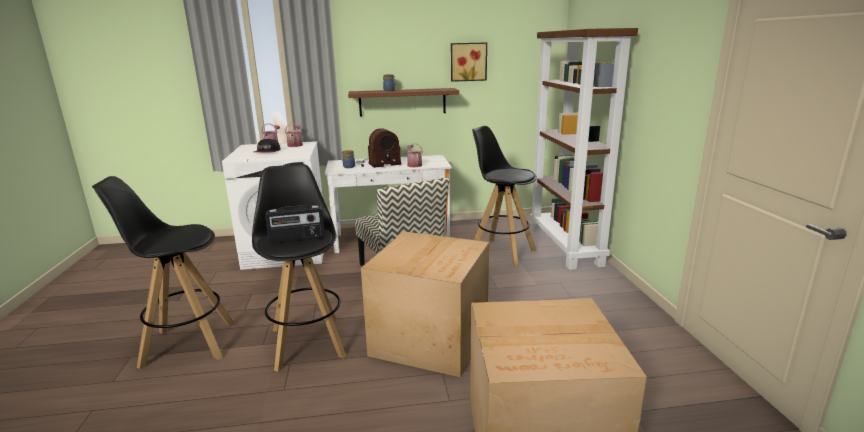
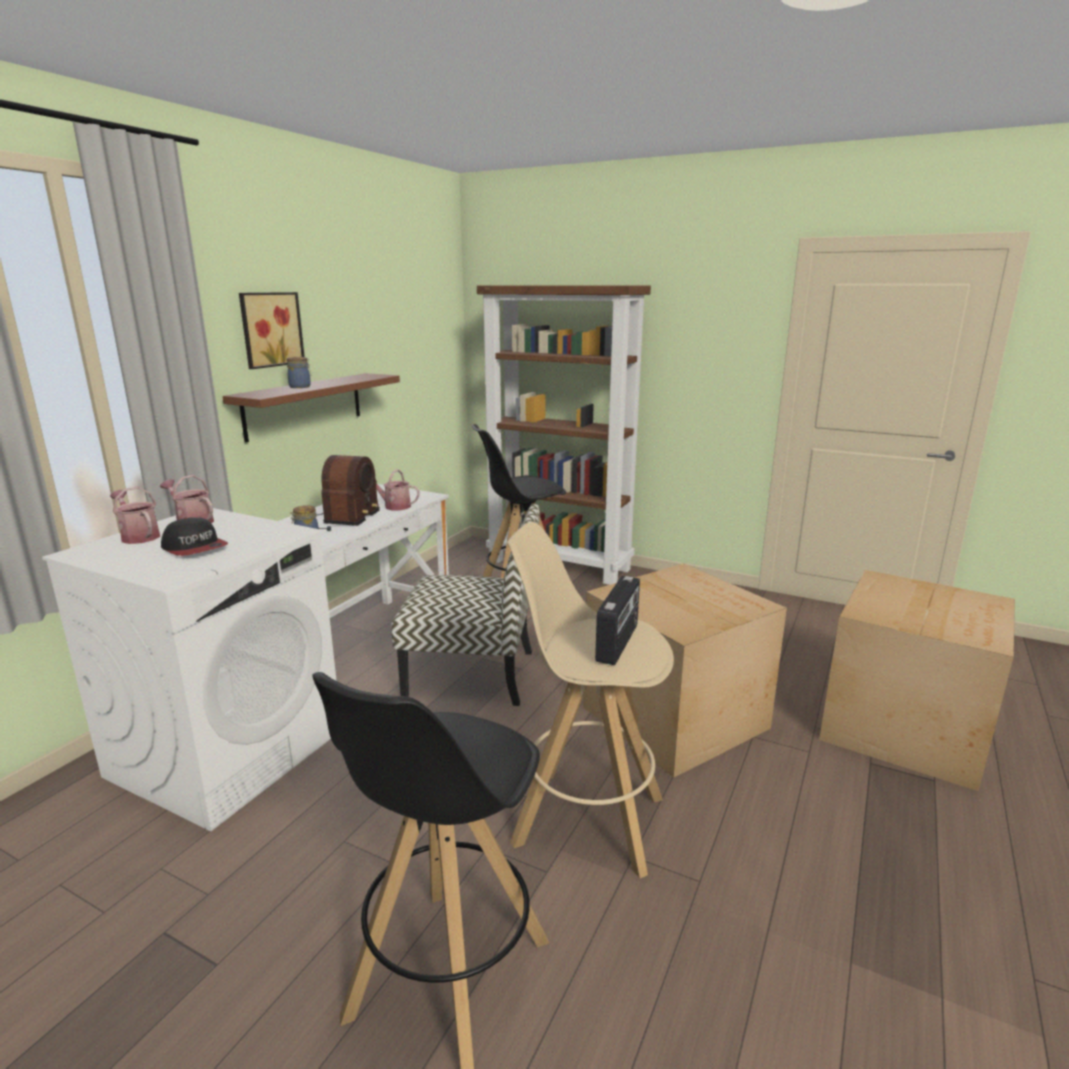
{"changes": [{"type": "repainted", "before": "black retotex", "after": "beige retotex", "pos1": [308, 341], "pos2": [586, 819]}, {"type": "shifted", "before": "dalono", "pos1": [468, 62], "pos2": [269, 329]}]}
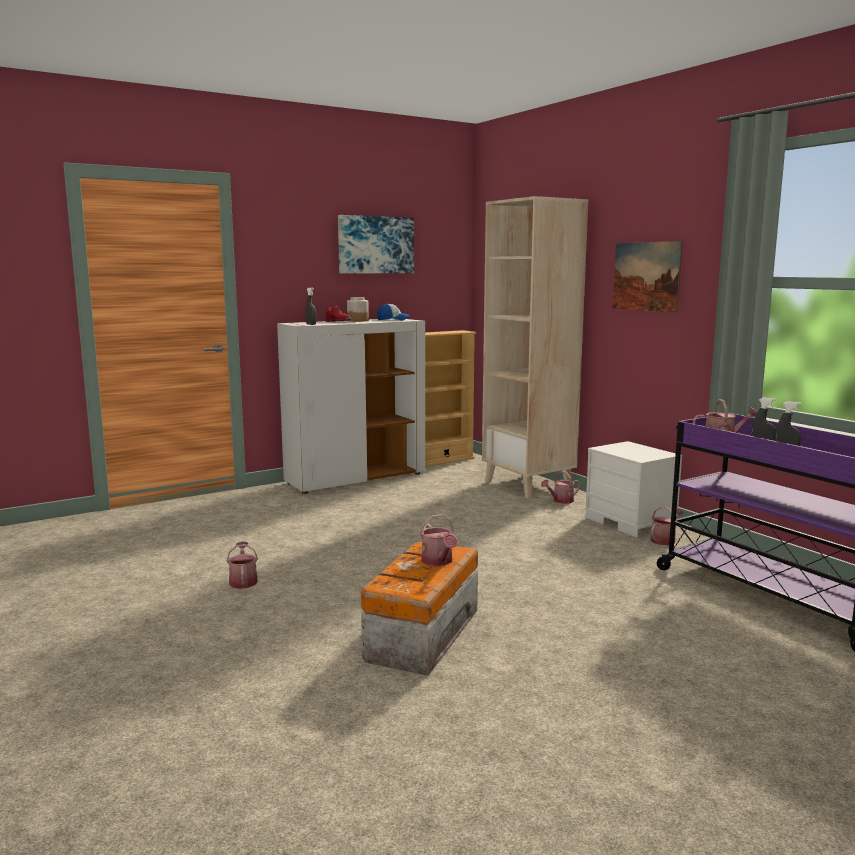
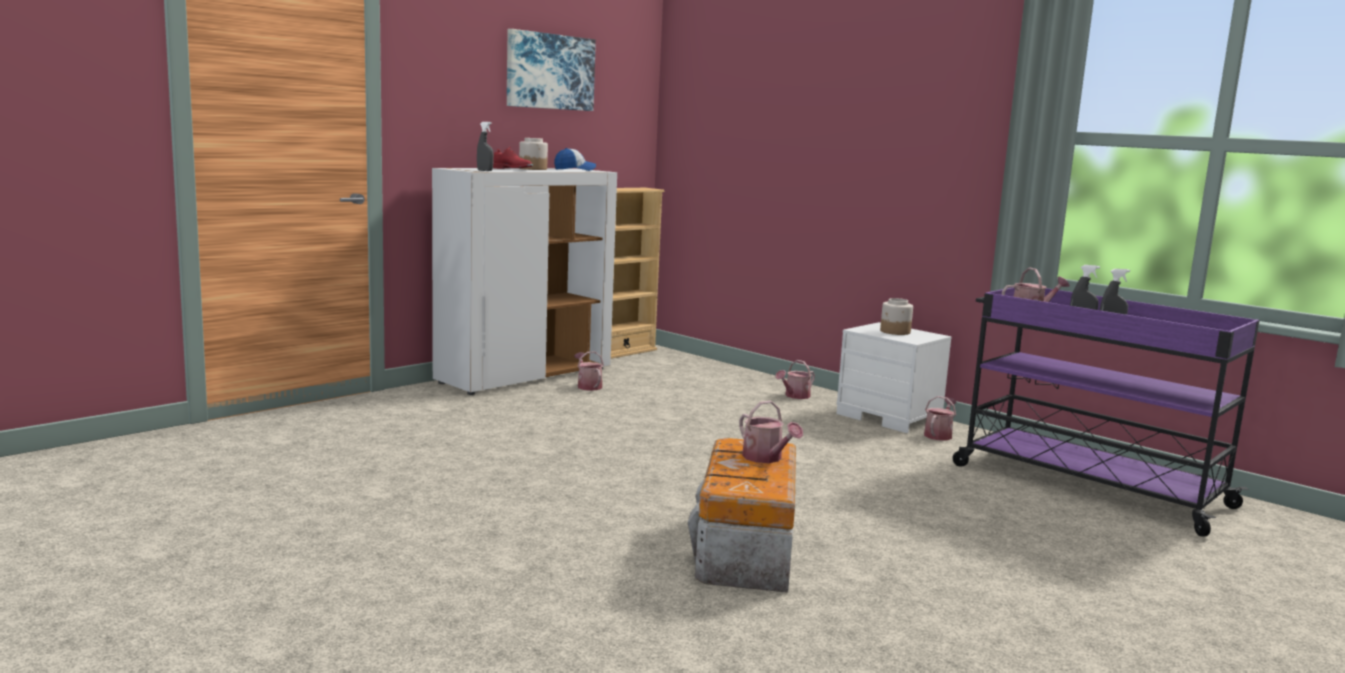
{"changes": [{"type": "shifted", "before": "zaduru", "pos1": [243, 581], "pos2": [588, 386]}, {"type": "gone", "before": "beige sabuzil", "pos1": [528, 485]}, {"type": "gone", "before": "dalono", "pos1": [646, 276]}, {"type": "new", "after": "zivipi", "pos2": [895, 332]}]}
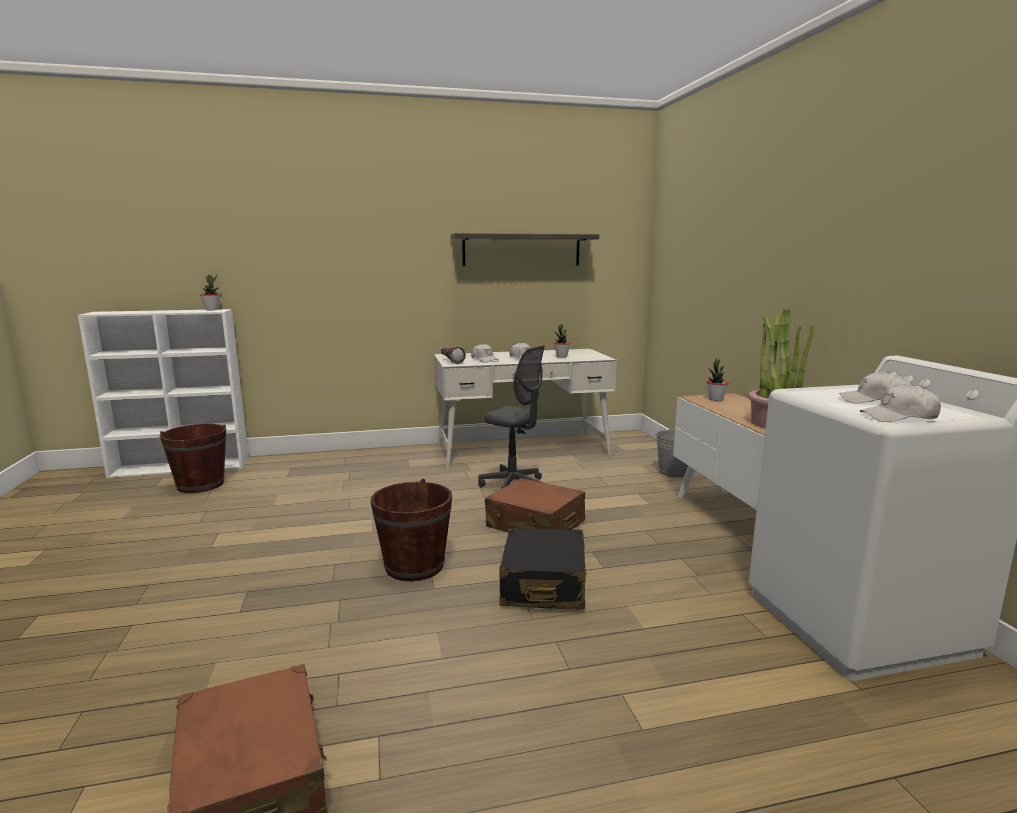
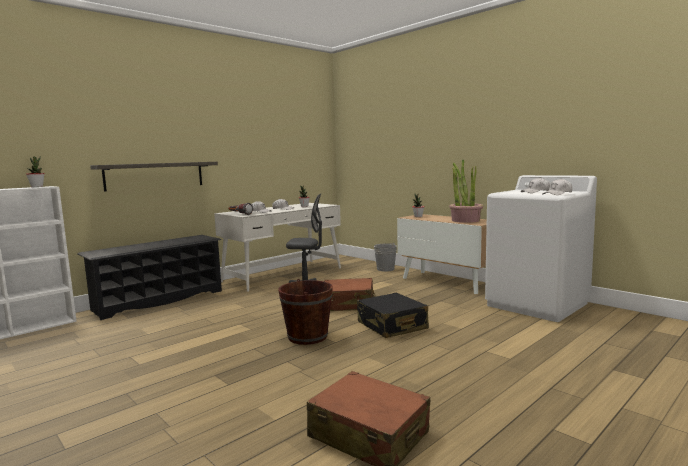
{"changes": [{"type": "gone", "before": "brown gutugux", "pos1": [200, 485]}, {"type": "shifted", "before": "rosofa", "pos1": [521, 250], "pos2": [155, 175]}, {"type": "new", "after": "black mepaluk", "pos2": [158, 300]}]}
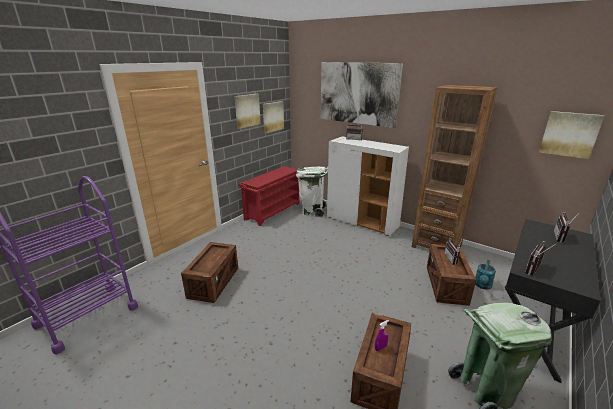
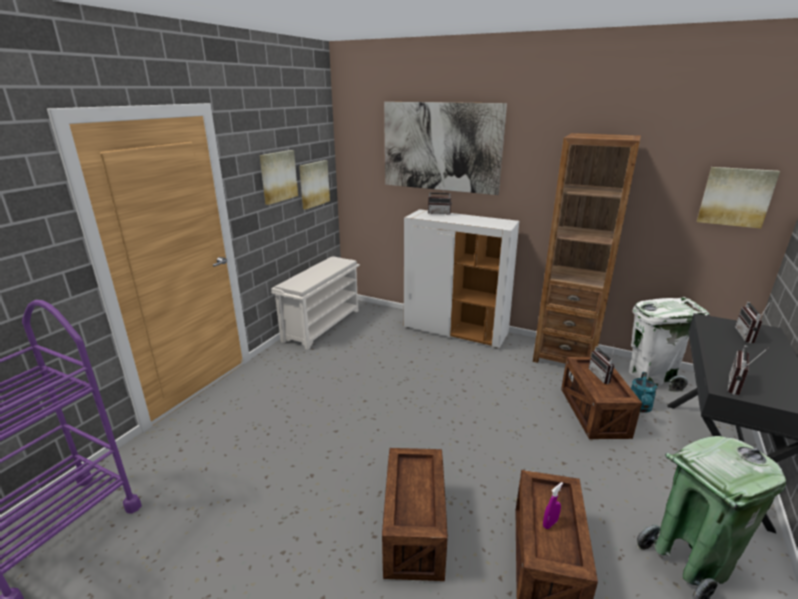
{"changes": [{"type": "shifted", "before": "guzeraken", "pos1": [213, 282], "pos2": [414, 529]}, {"type": "repainted", "before": "red mepaluk", "after": "white mepaluk", "pos1": [273, 211], "pos2": [322, 325]}, {"type": "shifted", "before": "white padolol", "pos1": [312, 211], "pos2": [651, 379]}]}
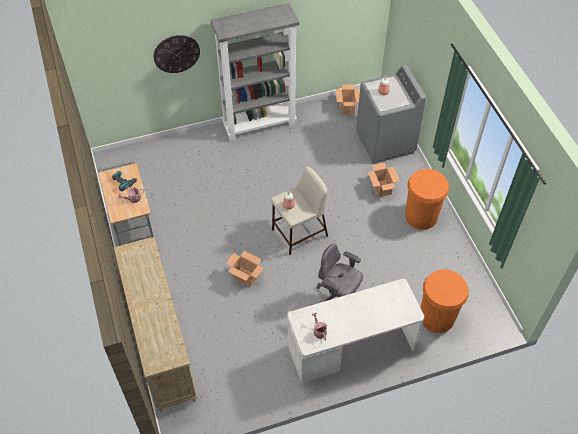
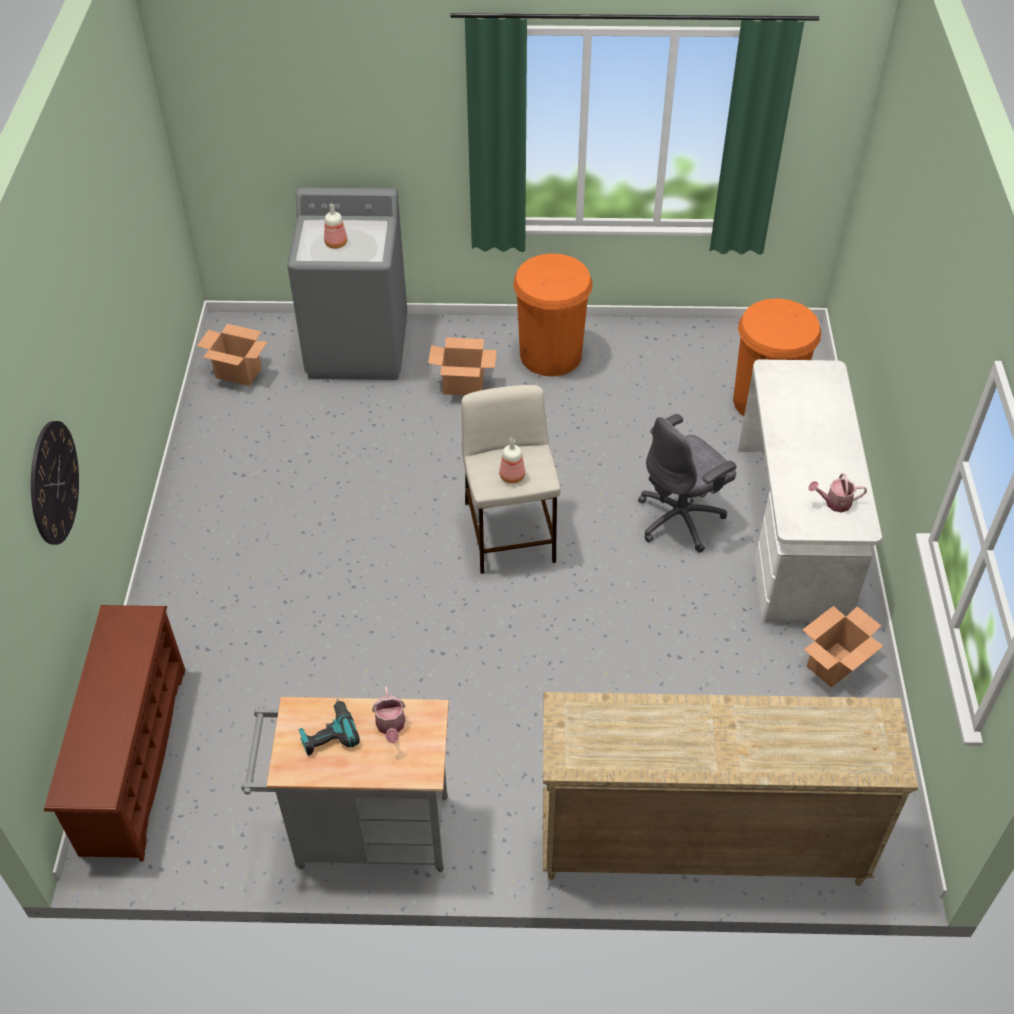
{"changes": [{"type": "gone", "before": "grey sabuzil", "pos1": [260, 124]}, {"type": "shifted", "before": "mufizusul", "pos1": [245, 276], "pos2": [833, 665]}, {"type": "new", "after": "brown mepaluk", "pos2": [132, 759]}]}
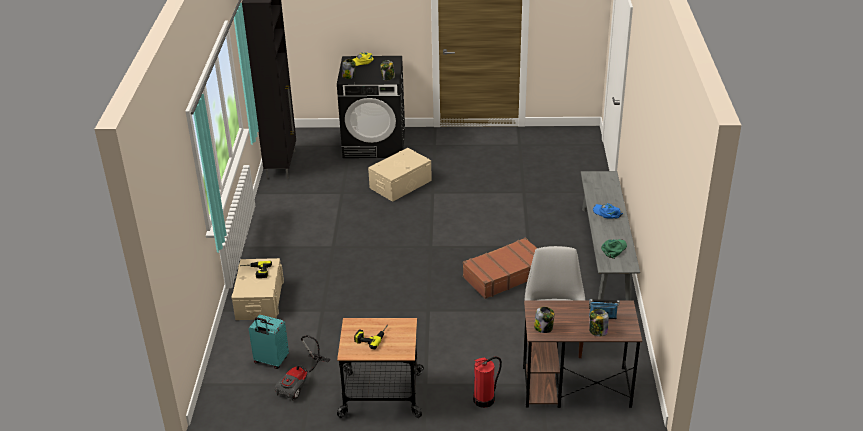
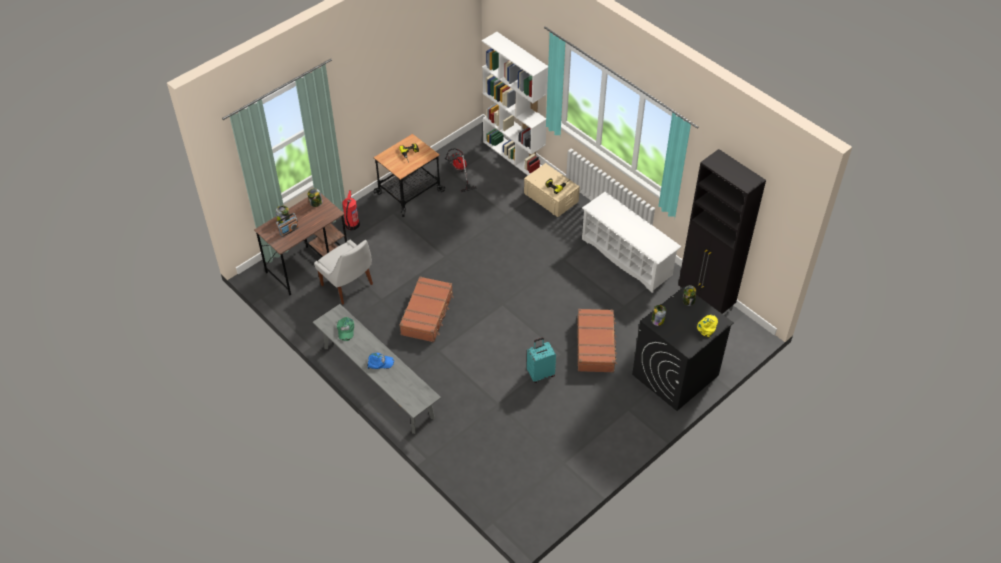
{"changes": [{"type": "shifted", "before": "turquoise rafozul", "pos1": [271, 361], "pos2": [540, 373]}, {"type": "swapped", "before": "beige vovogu", "after": "brown rafozul", "pos1": [400, 184], "pos2": [596, 345]}, {"type": "new", "after": "white sabuzil", "pos2": [514, 155]}, {"type": "new", "after": "white mepaluk", "pos2": [627, 257]}]}
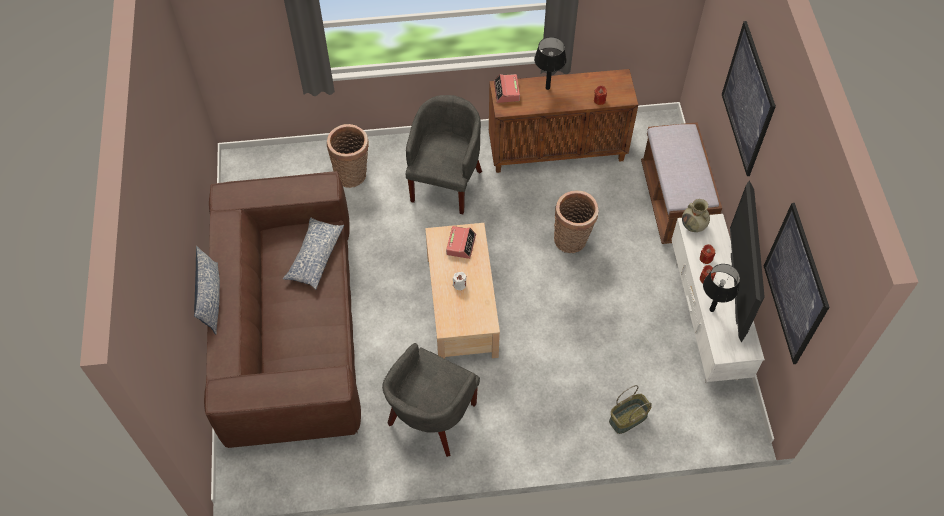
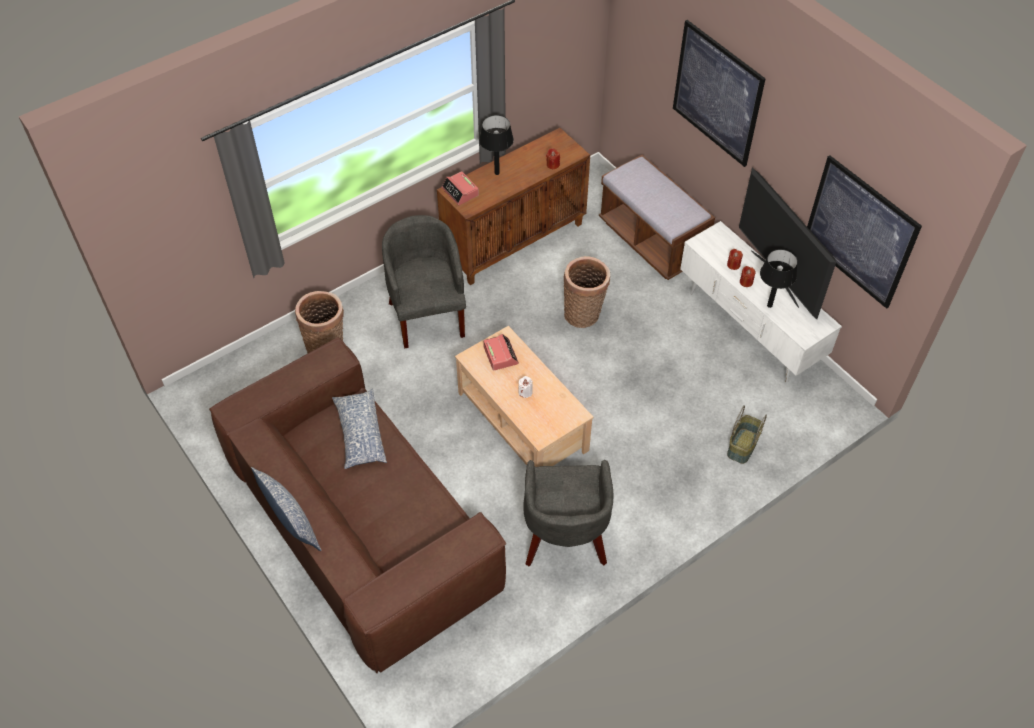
{"changes": [{"type": "gone", "before": "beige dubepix", "pos1": [693, 226]}]}
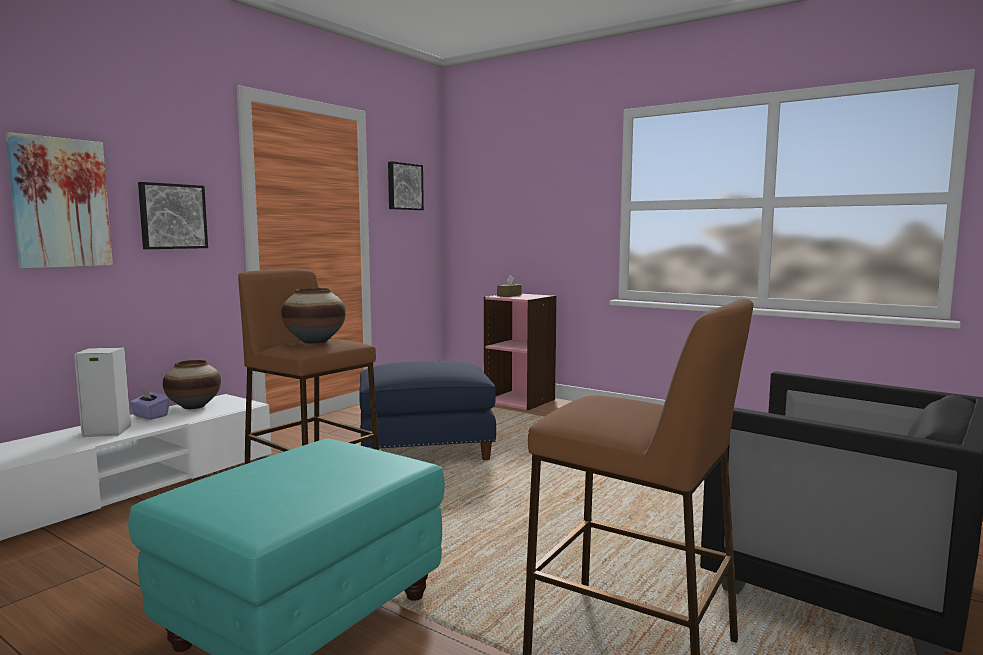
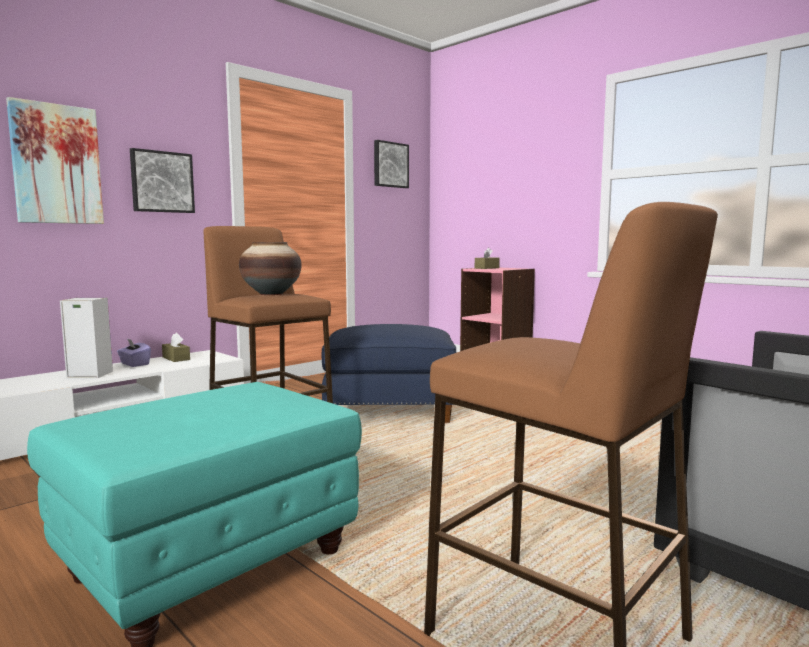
{"changes": [{"type": "swapped", "before": "dubepix", "after": "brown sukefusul", "pos1": [193, 406], "pos2": [176, 358]}]}
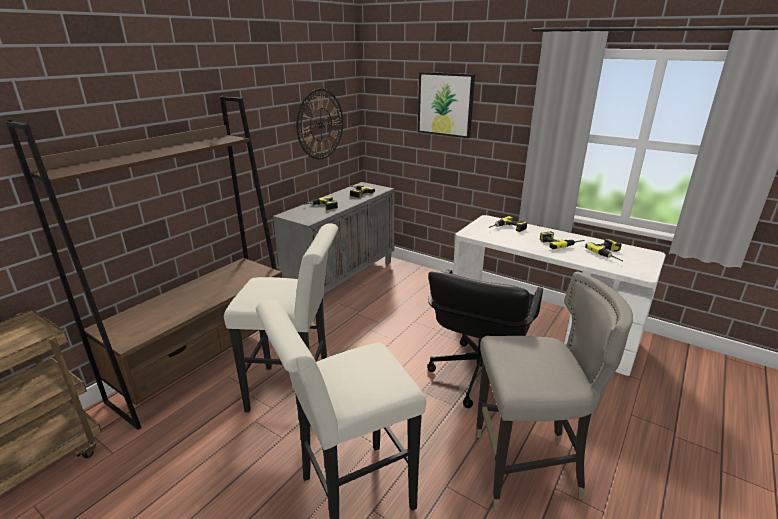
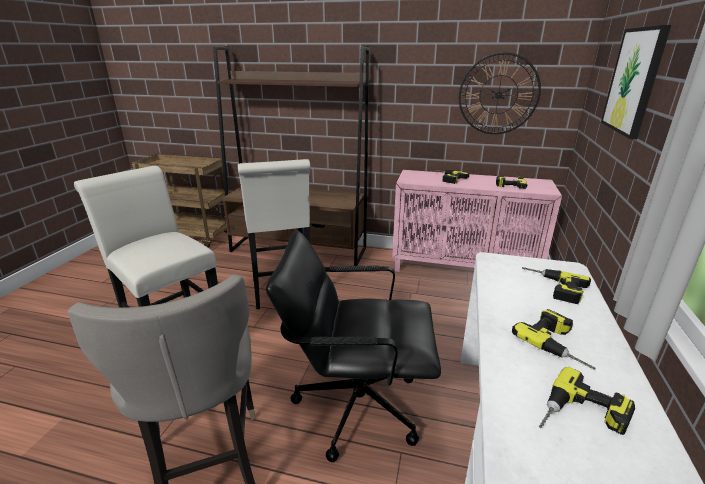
{"changes": [{"type": "repainted", "before": "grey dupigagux", "after": "pink dupigagux", "pos1": [342, 279], "pos2": [463, 269]}]}
